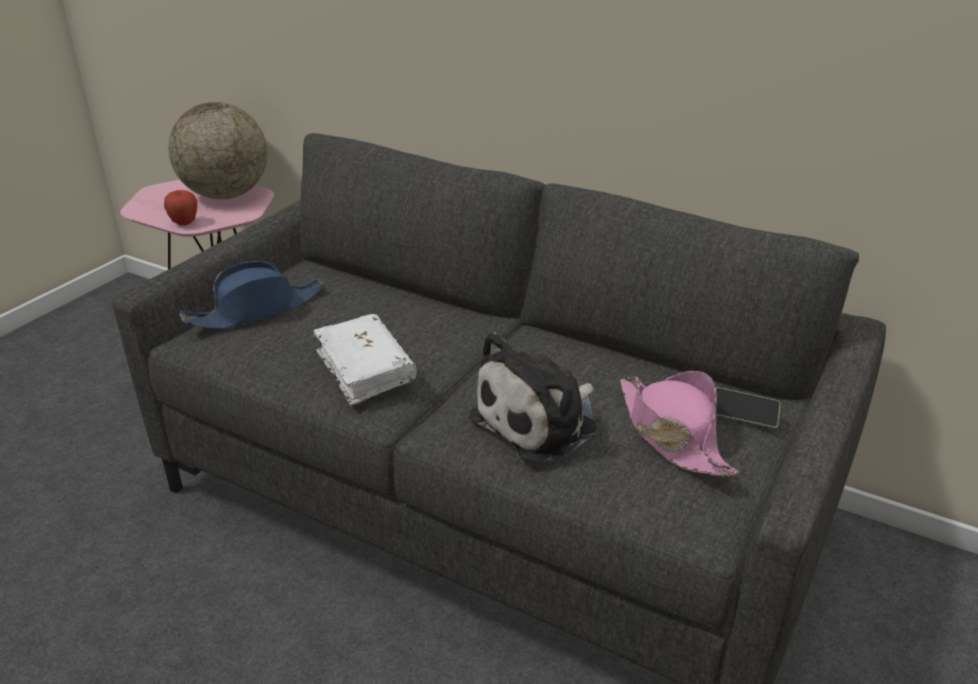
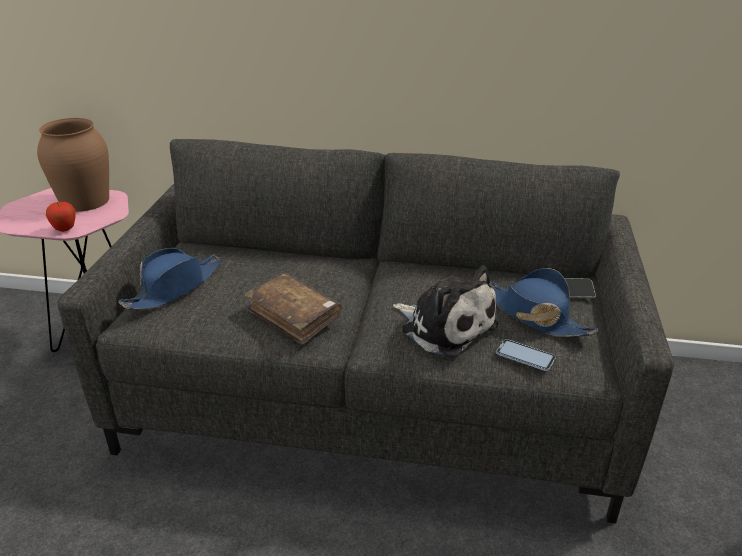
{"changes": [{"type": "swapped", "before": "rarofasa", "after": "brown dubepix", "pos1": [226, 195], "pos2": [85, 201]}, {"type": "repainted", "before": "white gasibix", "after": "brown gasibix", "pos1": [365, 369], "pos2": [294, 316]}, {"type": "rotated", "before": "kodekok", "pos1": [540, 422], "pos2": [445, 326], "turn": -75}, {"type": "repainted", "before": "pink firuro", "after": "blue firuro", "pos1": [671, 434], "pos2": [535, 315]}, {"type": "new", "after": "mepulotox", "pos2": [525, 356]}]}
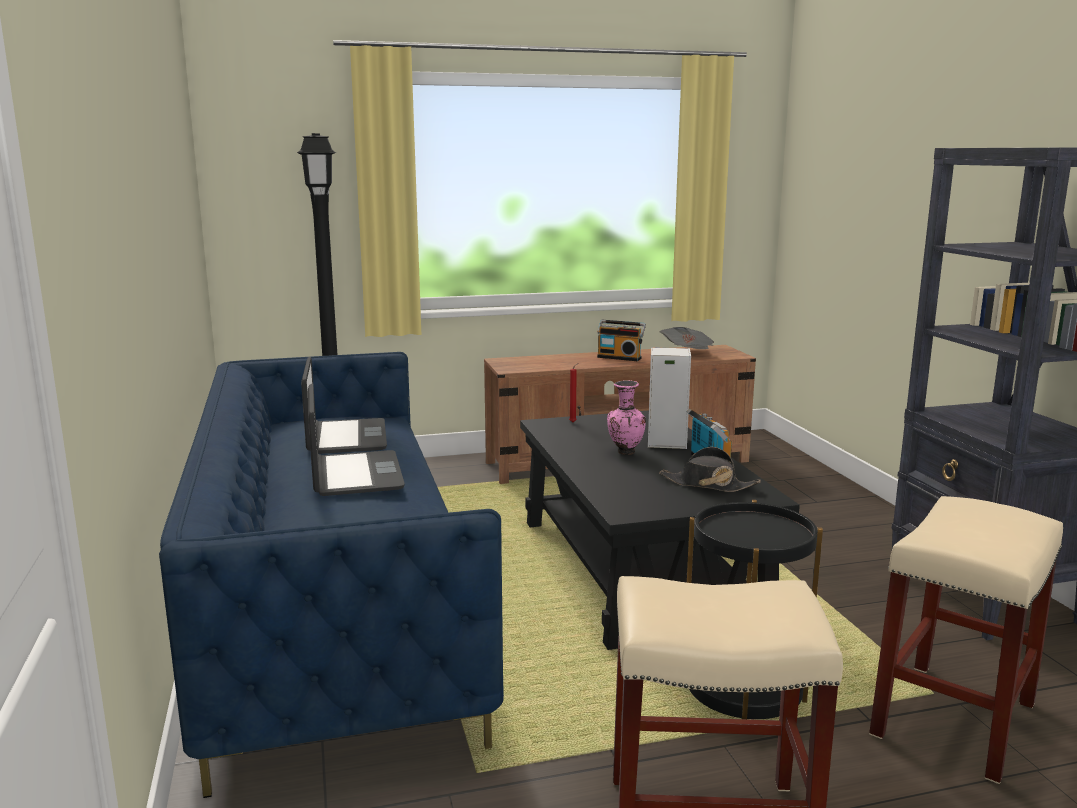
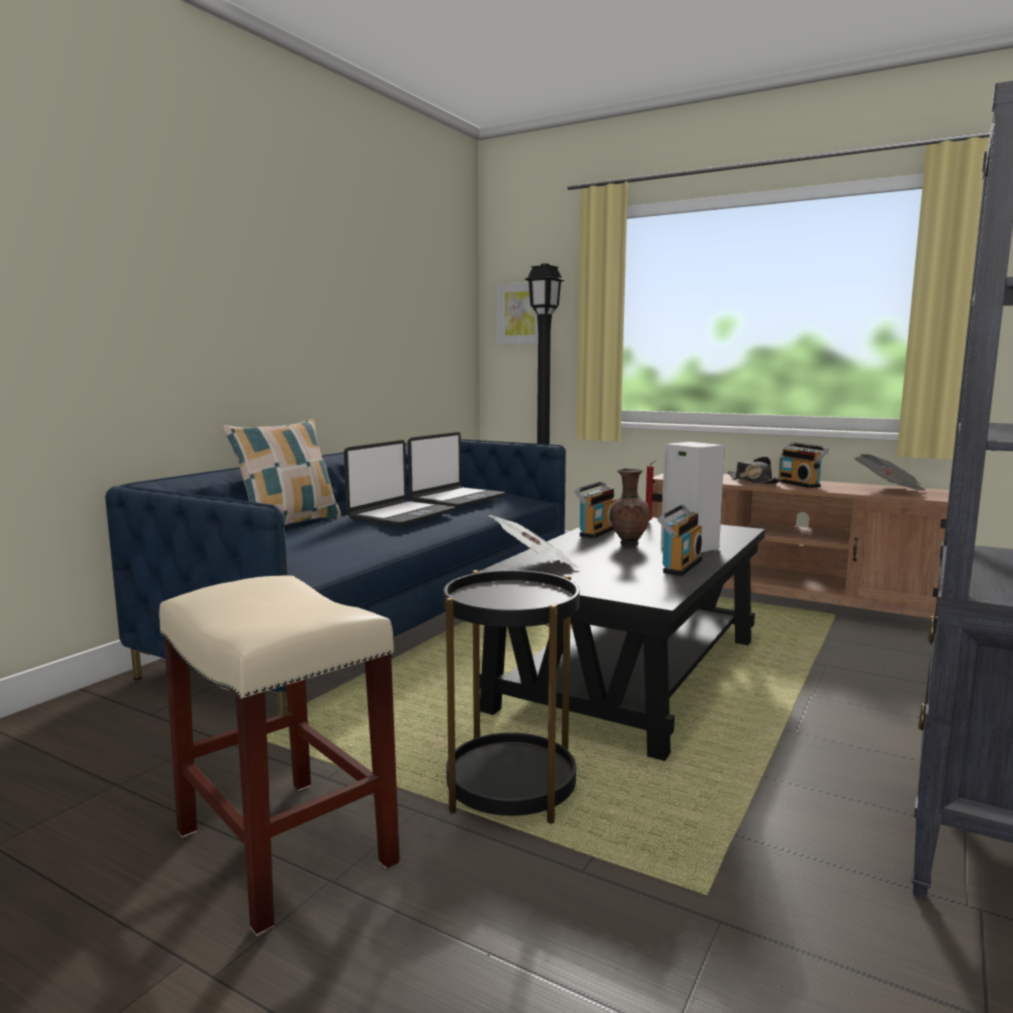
{"changes": [{"type": "repainted", "before": "pink dubepix", "after": "brown dubepix", "pos1": [624, 452], "pos2": [628, 544]}, {"type": "shifted", "before": "black firuro", "pos1": [708, 484], "pos2": [753, 481]}, {"type": "gone", "before": "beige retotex", "pos1": [954, 720]}, {"type": "new", "after": "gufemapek", "pos2": [289, 525]}, {"type": "new", "after": "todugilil", "pos2": [535, 565]}, {"type": "new", "after": "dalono", "pos2": [521, 313]}, {"type": "new", "after": "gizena", "pos2": [596, 531]}]}
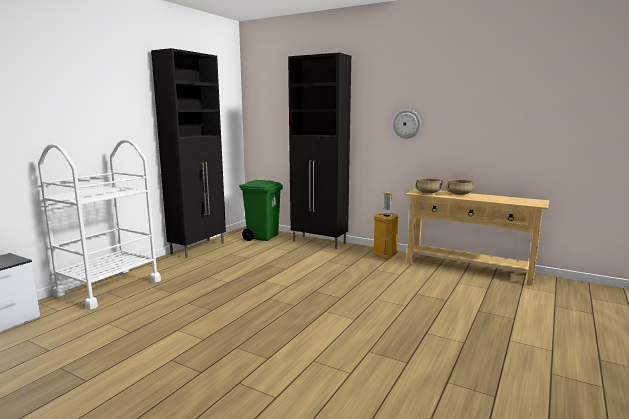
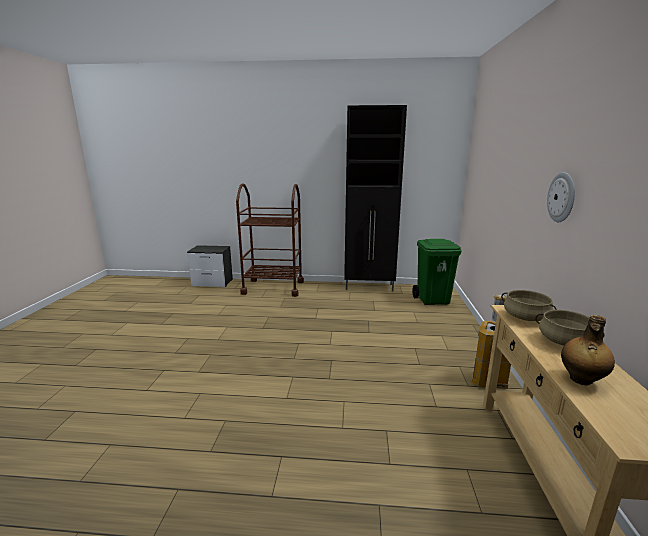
{"changes": [{"type": "repainted", "before": "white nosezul", "after": "brown nosezul", "pos1": [109, 288], "pos2": [273, 287]}, {"type": "gone", "before": "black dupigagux", "pos1": [319, 242]}, {"type": "new", "after": "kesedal", "pos2": [581, 380]}]}
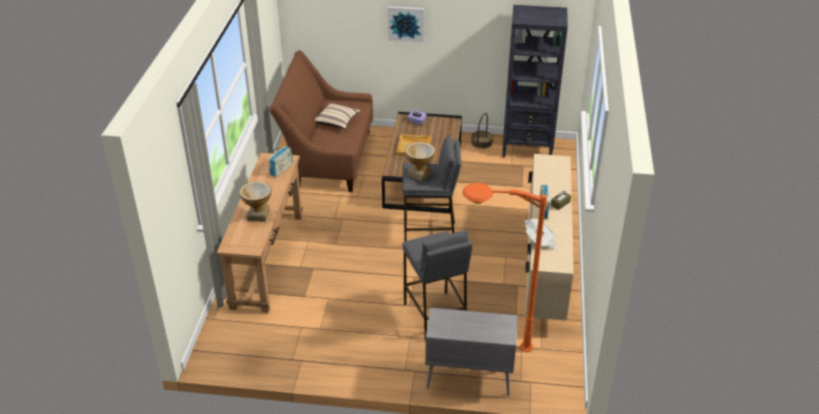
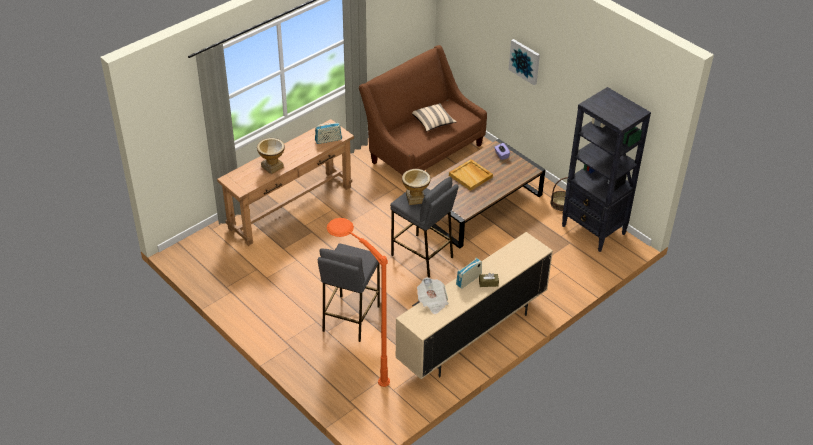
{"changes": [{"type": "gone", "before": "grey dupigagux", "pos1": [468, 378]}]}
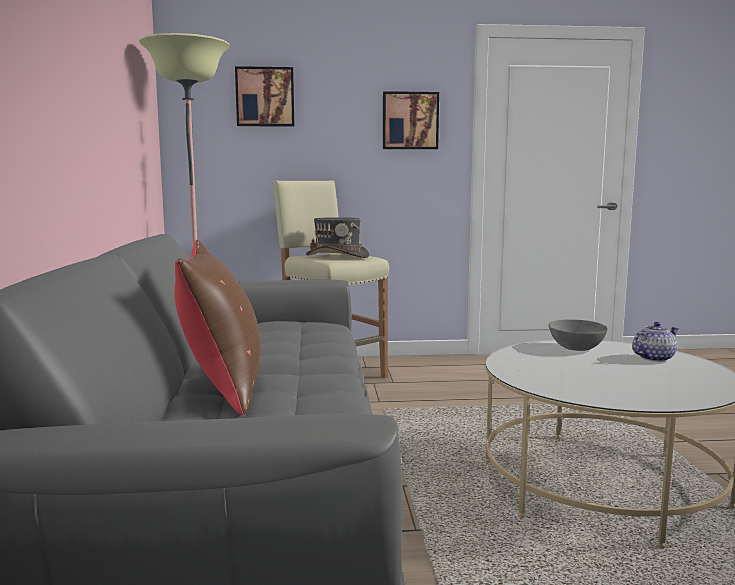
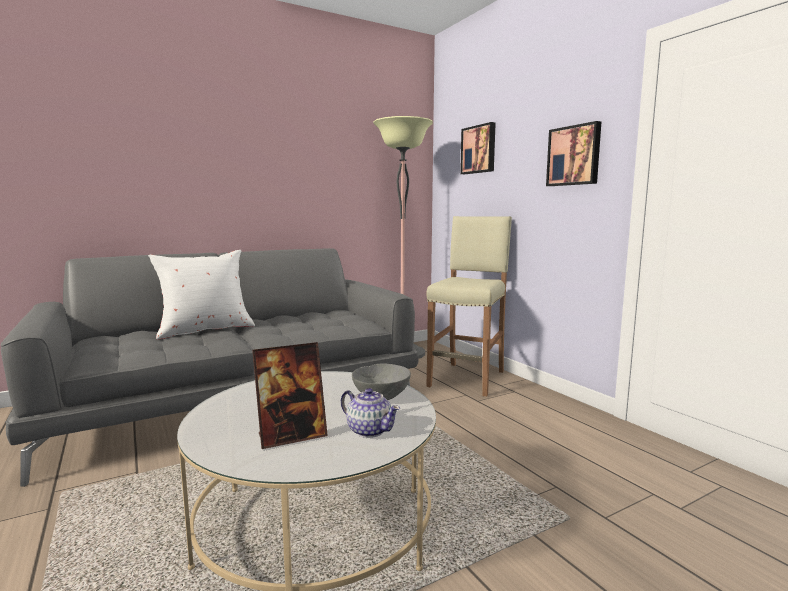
{"changes": [{"type": "repainted", "before": "brown gufemapek", "after": "white gufemapek", "pos1": [222, 387], "pos2": [205, 330]}, {"type": "gone", "before": "grey firuro", "pos1": [337, 256]}, {"type": "new", "after": "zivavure", "pos2": [292, 436]}]}
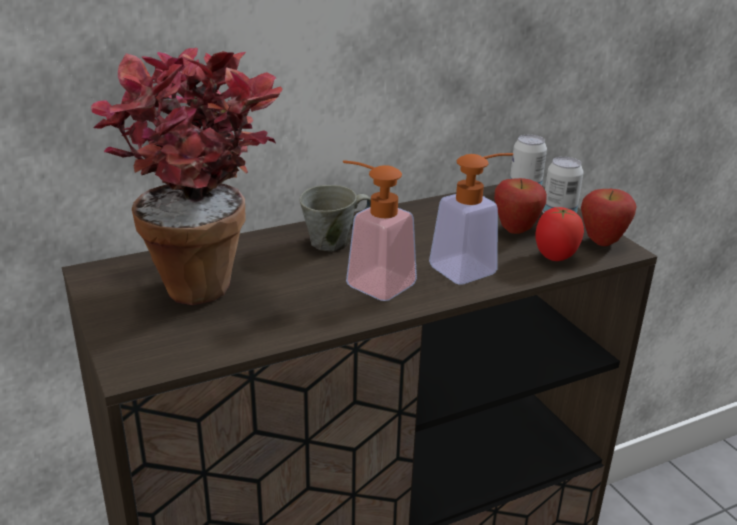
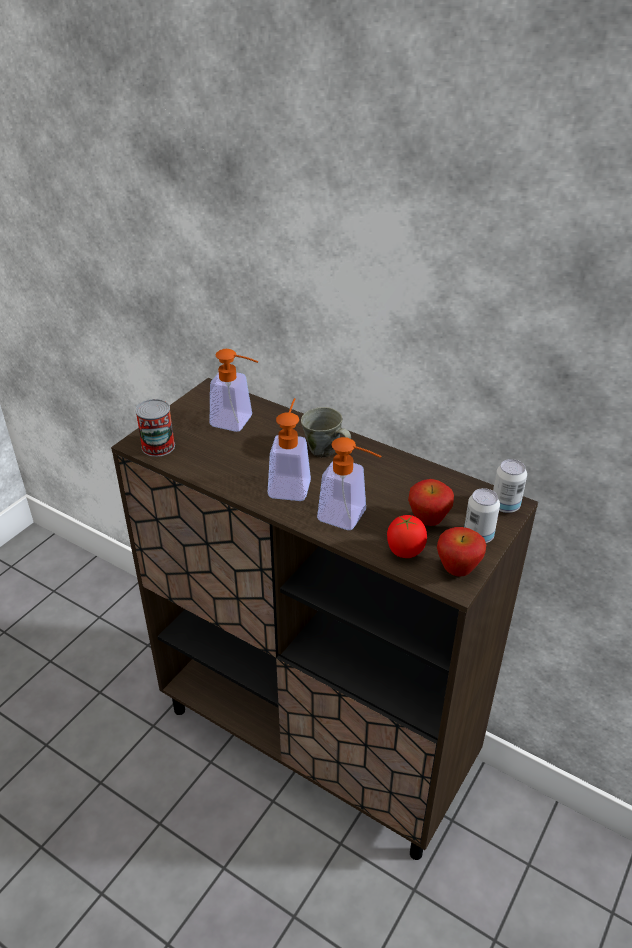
{"changes": [{"type": "swapped", "before": "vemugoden", "after": "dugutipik", "pos1": [201, 276], "pos2": [238, 422]}, {"type": "new", "after": "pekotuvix", "pos2": [158, 446]}]}
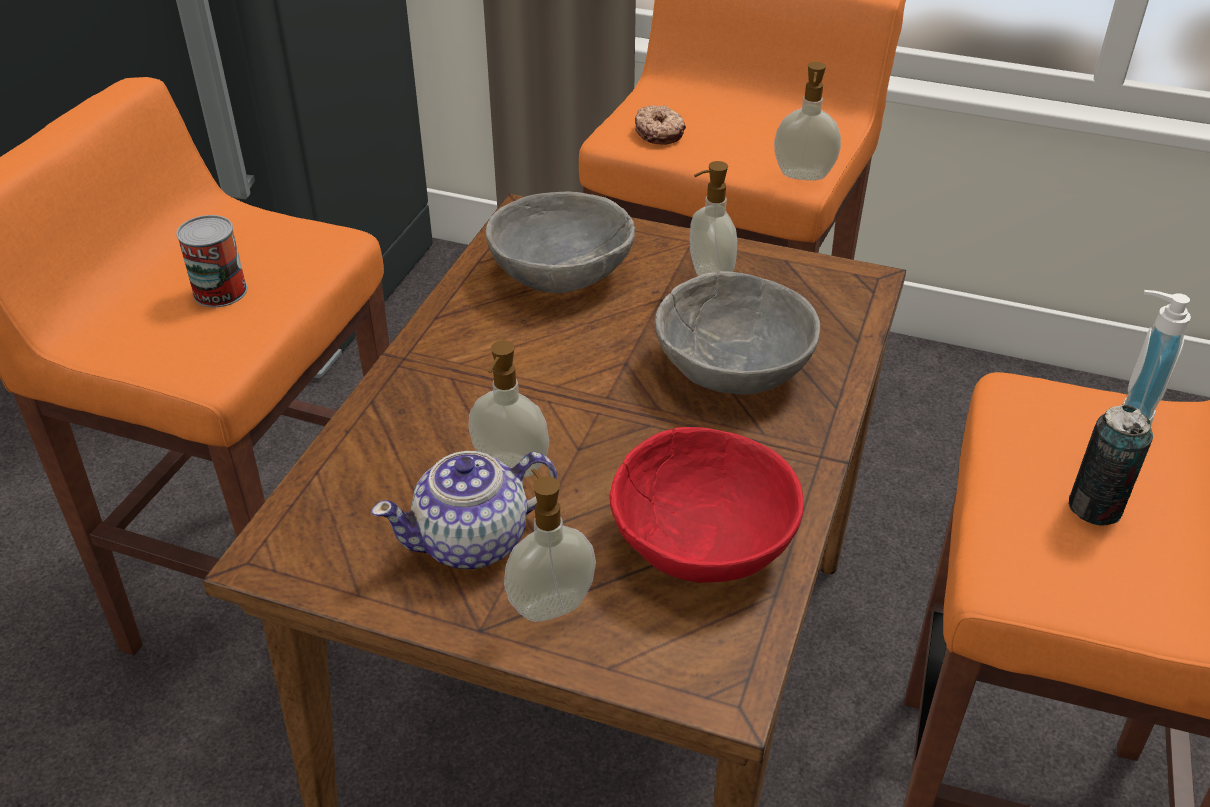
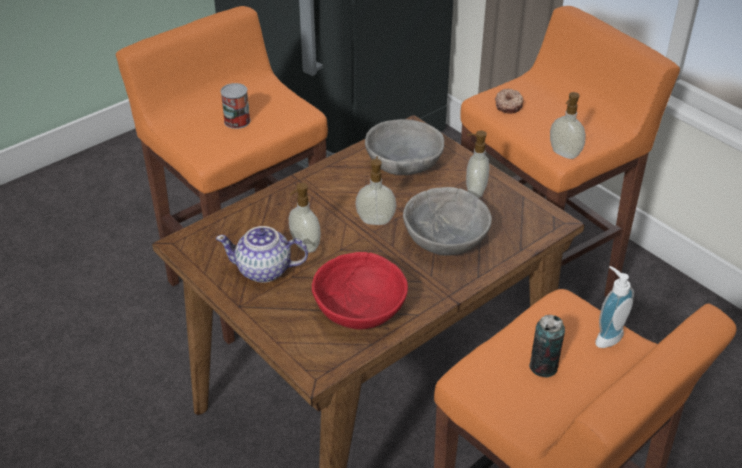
{"changes": [{"type": "shifted", "before": "dugutipik", "pos1": [550, 604], "pos2": [375, 220]}]}
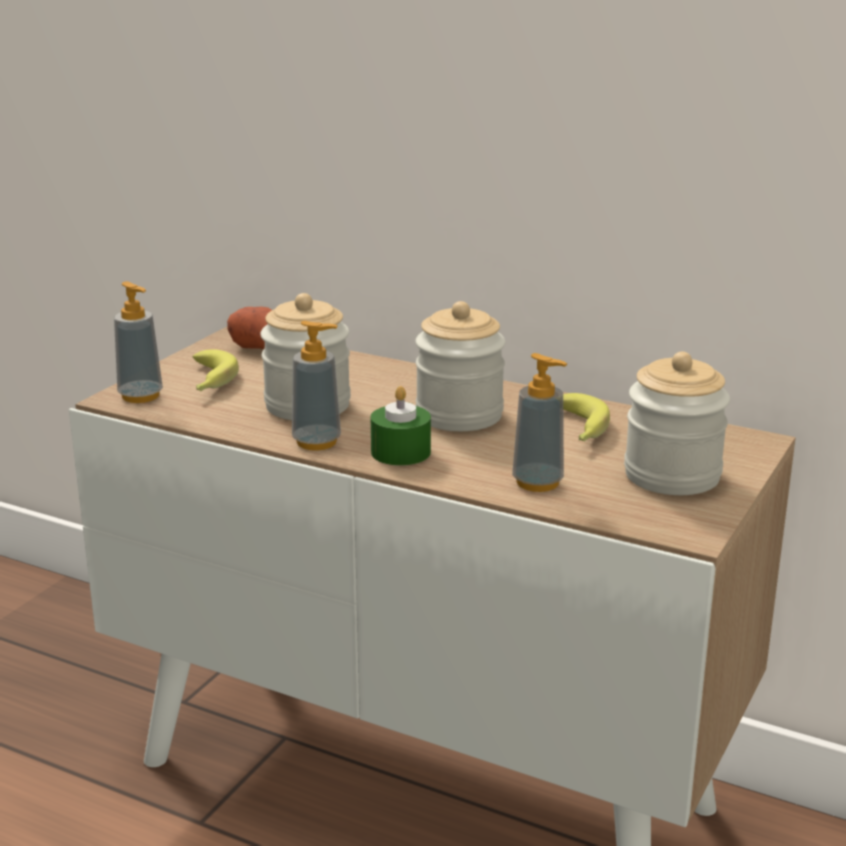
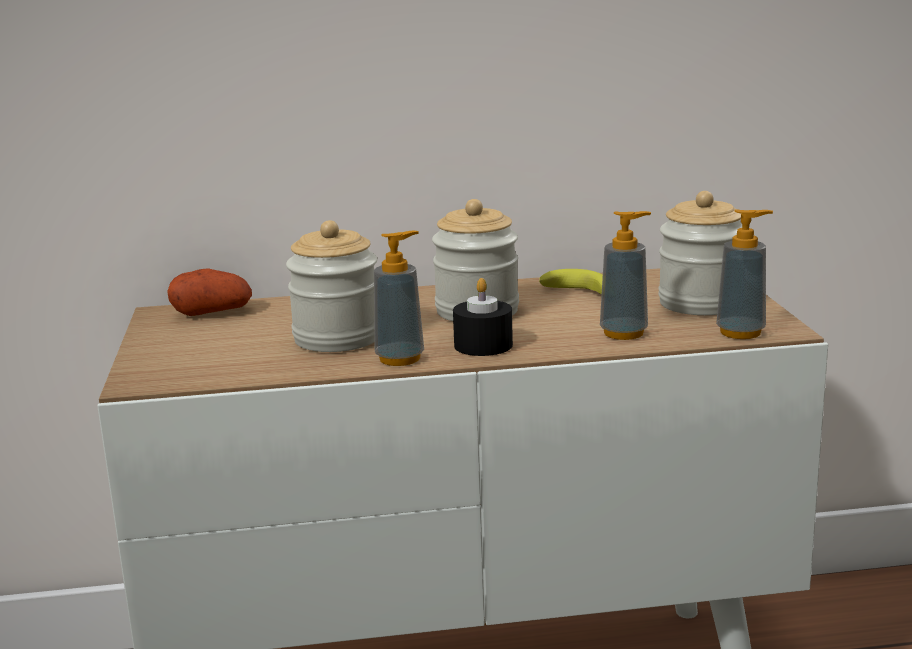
{"changes": [{"type": "shifted", "before": "dugutipik", "pos1": [141, 396], "pos2": [740, 332]}, {"type": "gone", "before": "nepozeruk", "pos1": [209, 382]}, {"type": "repainted", "before": "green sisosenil", "after": "black sisosenil", "pos1": [400, 452], "pos2": [483, 345]}]}
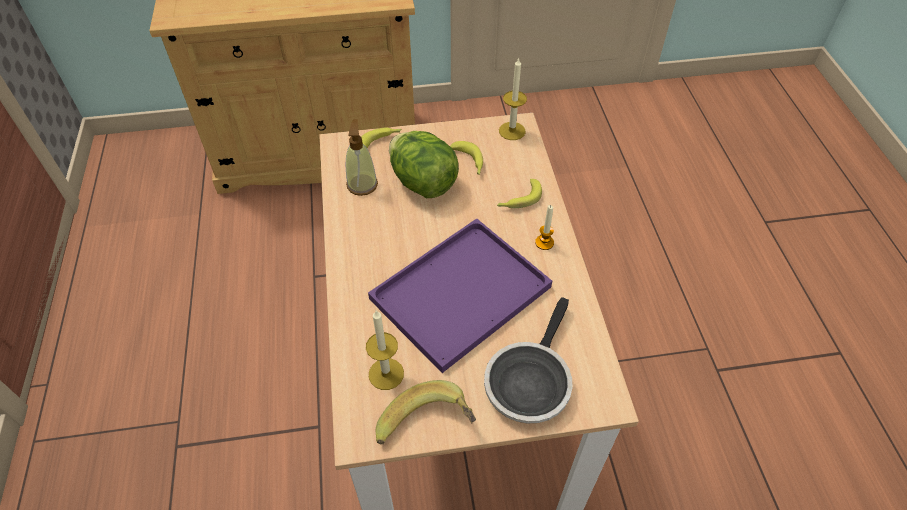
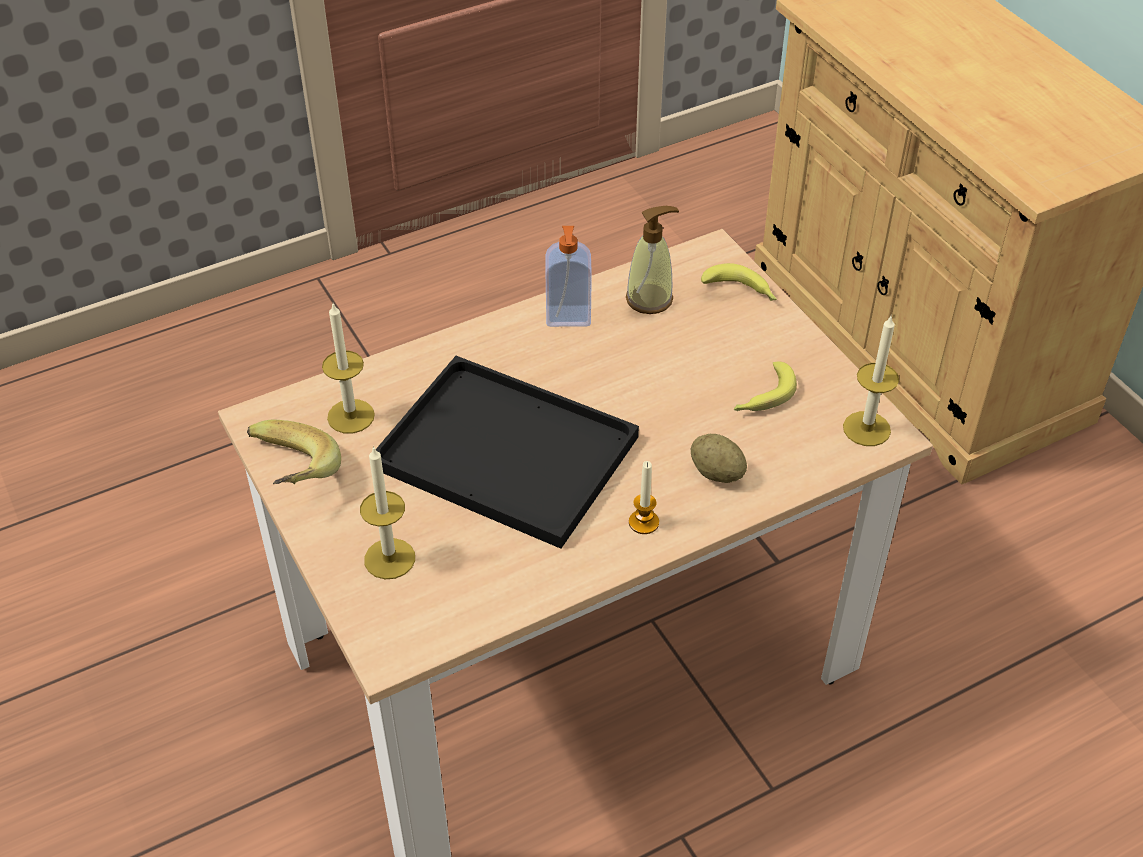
{"changes": [{"type": "repainted", "before": "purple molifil", "after": "black molifil", "pos1": [459, 296], "pos2": [500, 452]}, {"type": "gone", "before": "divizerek", "pos1": [423, 183]}, {"type": "swapped", "before": "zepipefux", "after": "sisosenil", "pos1": [528, 381], "pos2": [389, 558]}, {"type": "swapped", "before": "nepozeruk", "after": "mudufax", "pos1": [519, 199], "pos2": [716, 473]}, {"type": "new", "after": "dugutipik", "pos2": [568, 317]}]}
